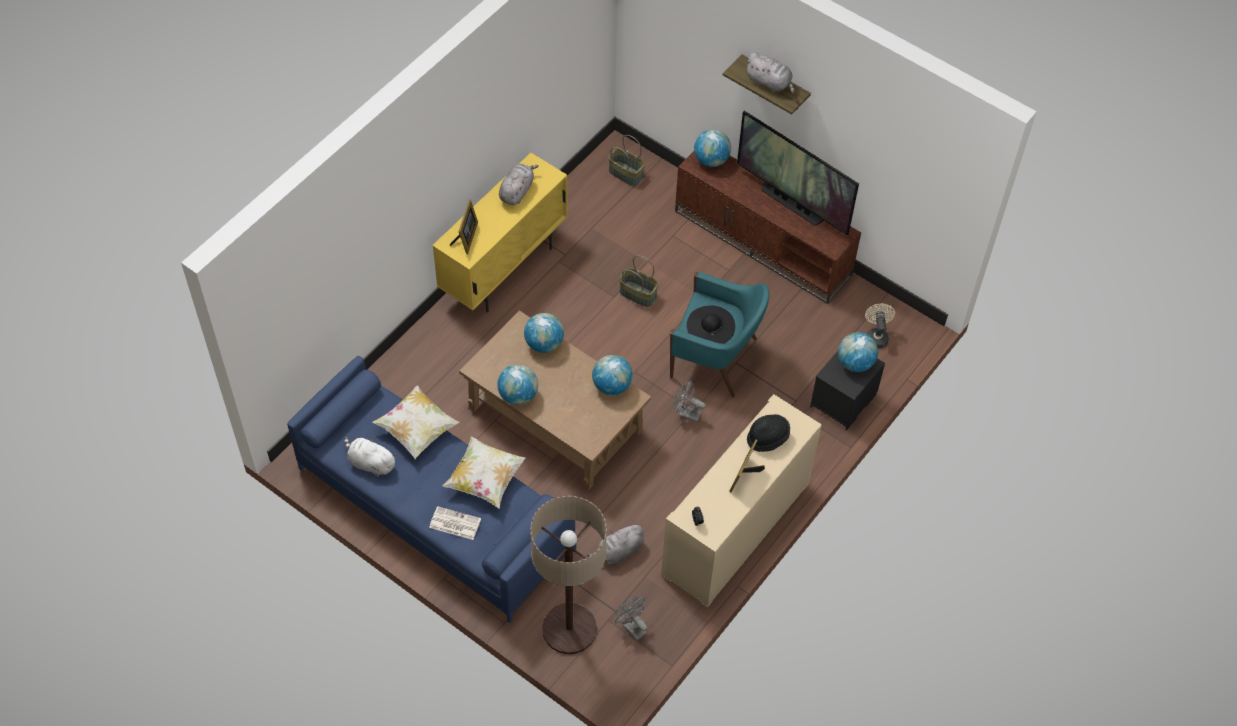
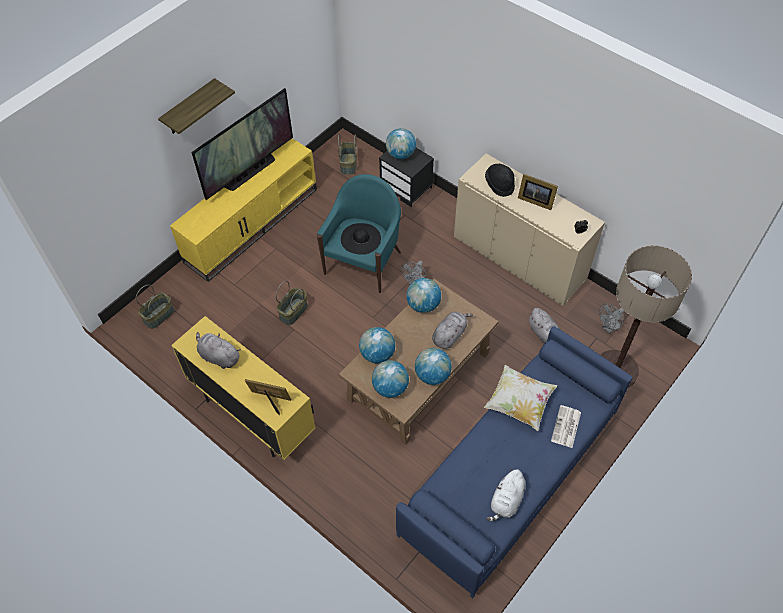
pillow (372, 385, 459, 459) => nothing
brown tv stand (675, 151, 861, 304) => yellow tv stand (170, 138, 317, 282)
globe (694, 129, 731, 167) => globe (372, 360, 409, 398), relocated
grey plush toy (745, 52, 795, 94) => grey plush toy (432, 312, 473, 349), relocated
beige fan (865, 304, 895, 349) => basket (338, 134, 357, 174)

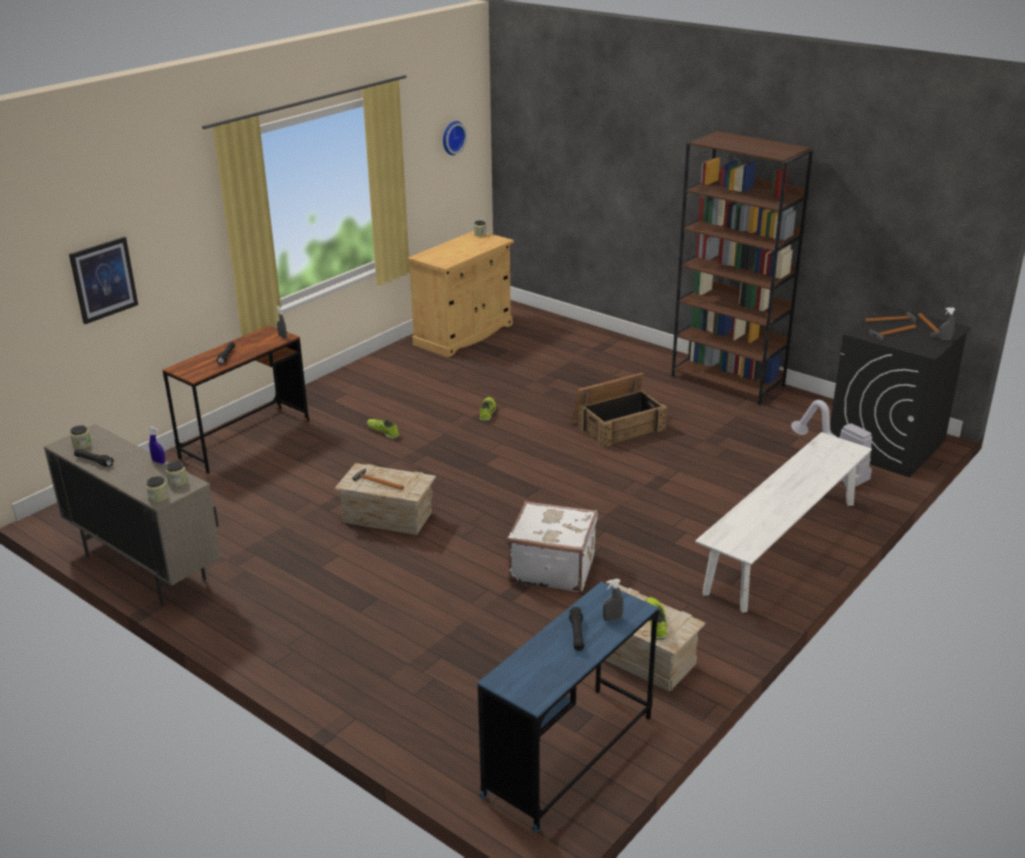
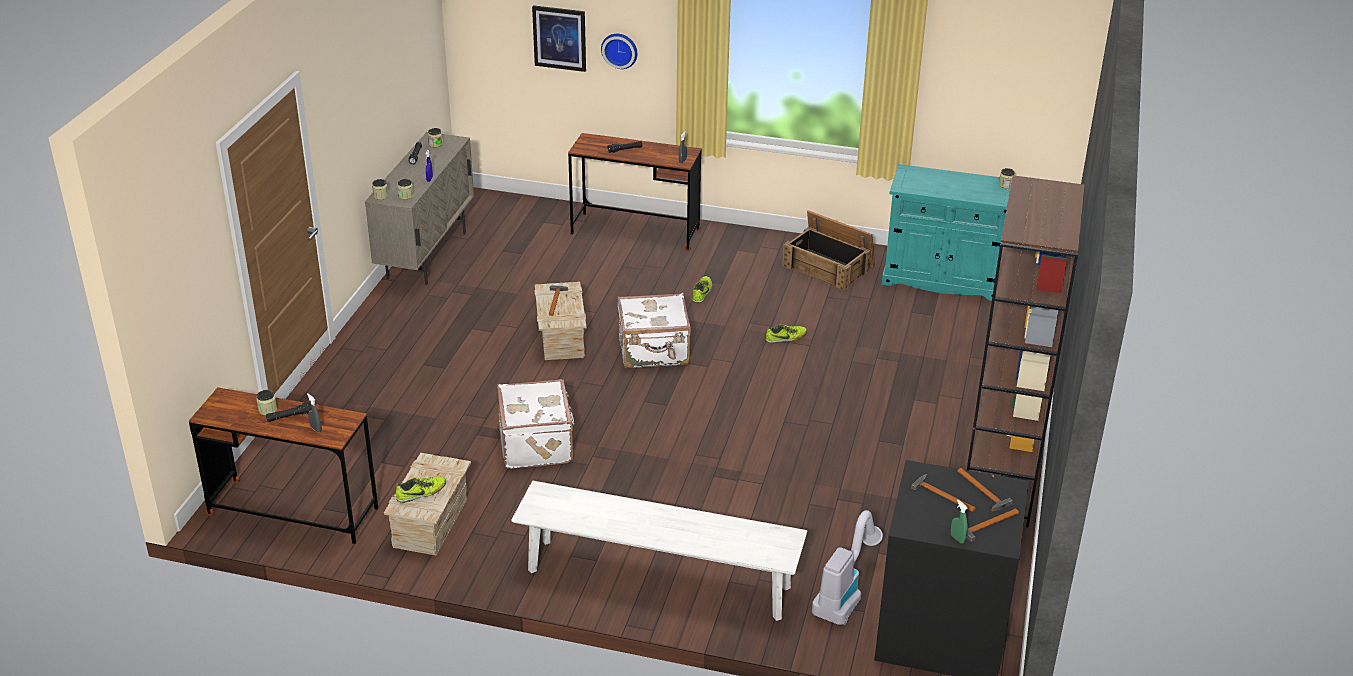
beige cabinet (407, 231, 514, 358) => turquoise cabinet (882, 164, 1010, 301)
wall clock (443, 121, 467, 155) => wall clock (601, 34, 637, 69), relocated
blue desk (477, 582, 658, 833) => brown desk (189, 387, 378, 544)
crate (571, 373, 667, 448) => crate (782, 210, 875, 291), relocated
grey spray bottle (939, 307, 955, 340) => green spray bottle (951, 500, 968, 544)
nothing => jar (256, 390, 277, 415)
nothing => white suitcase (617, 293, 691, 368)

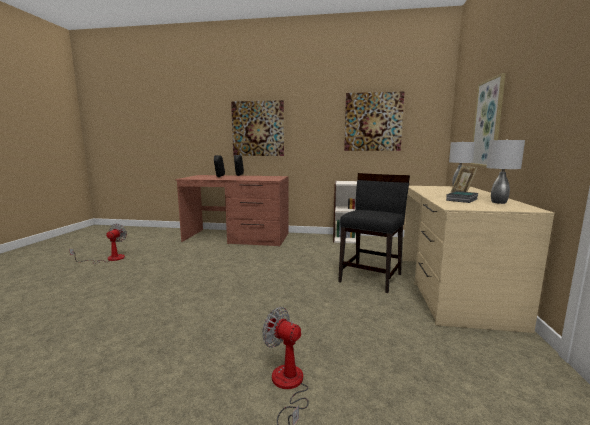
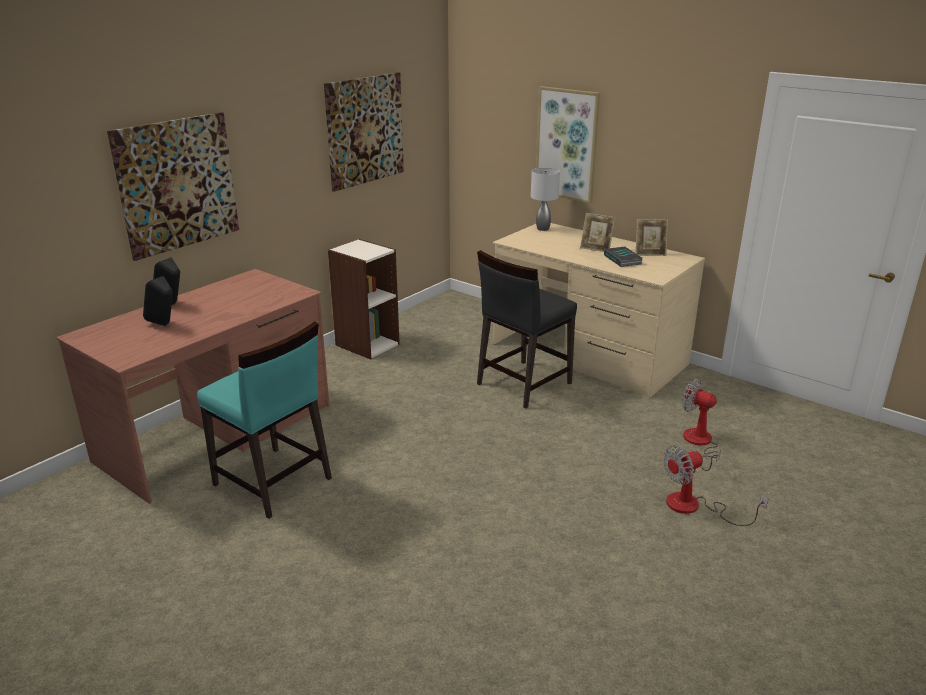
fan (69, 223, 127, 264) => fan (682, 379, 721, 471), relocated
black chair (338, 173, 410, 293) => black chair (477, 250, 577, 408), 105 degrees counterclockwise
grey table lamp (486, 139, 525, 204) => picture frame (636, 219, 668, 256)
nothing => turquoise chair (197, 322, 332, 519)

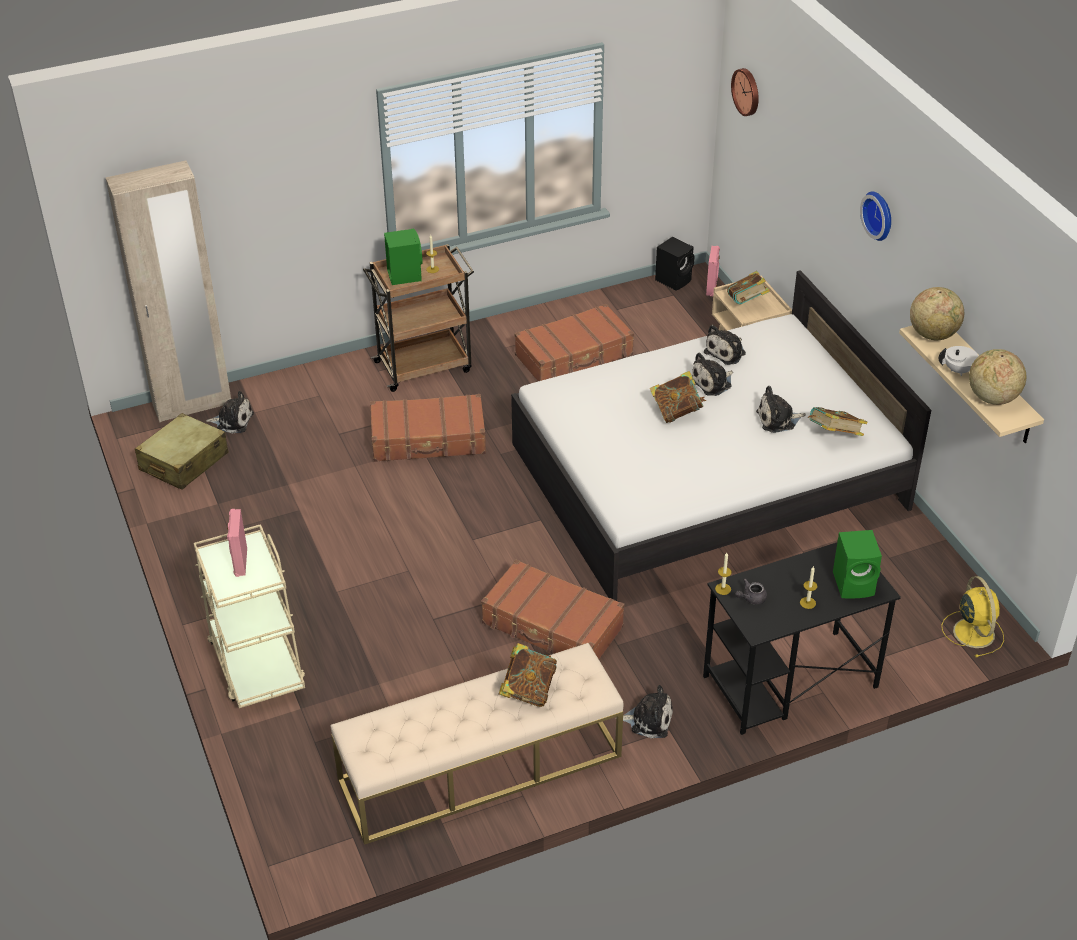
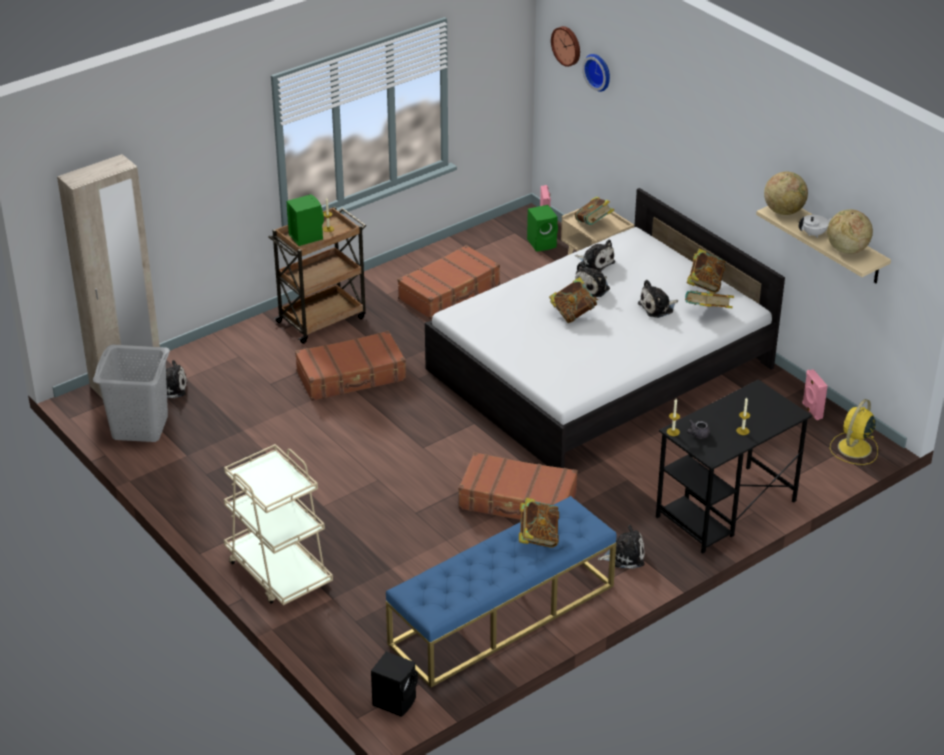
beige suitcase (135, 413, 228, 490) => grey laundry basket (93, 345, 170, 442)
pink speaker (227, 509, 247, 577) => pink speaker (802, 369, 828, 420), relocated
beige bench (330, 643, 624, 845) => blue bench (386, 496, 617, 687)
black speaker (655, 237, 695, 290) => black speaker (371, 651, 418, 717), relocated
plush toy (704, 325, 746, 365) => plush toy (575, 240, 615, 272), 75 degrees counterclockwise
green speaker (833, 530, 882, 599) => green speaker (527, 205, 558, 252), relocated
wall clock (860, 192, 891, 241) => wall clock (582, 54, 610, 92), relocated
yellow fan (941, 576, 1004, 658) => yellow fan (830, 399, 878, 465), 120 degrees counterclockwise
nothing => book (687, 249, 726, 293)

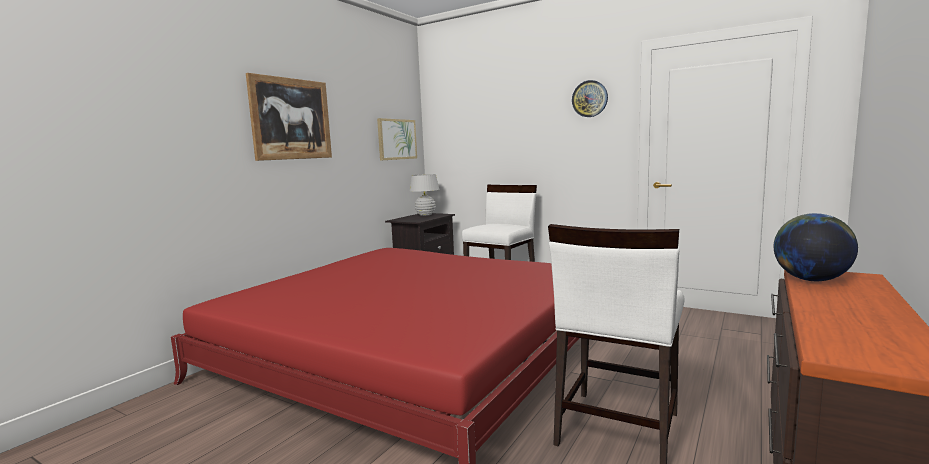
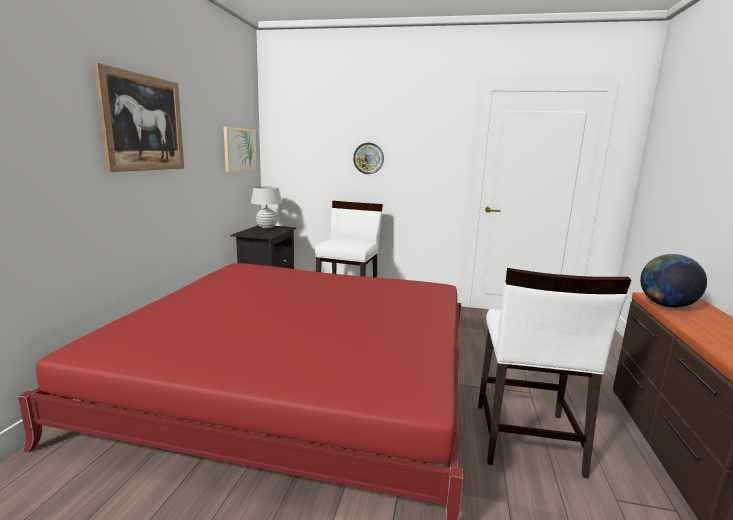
wall clock (572, 80, 608, 117) => wall clock (353, 143, 384, 174), relocated

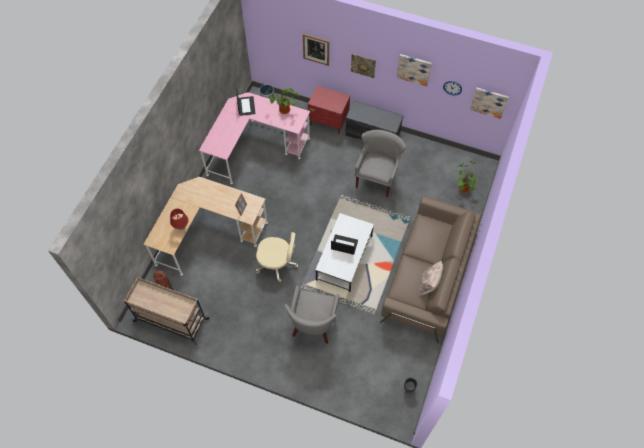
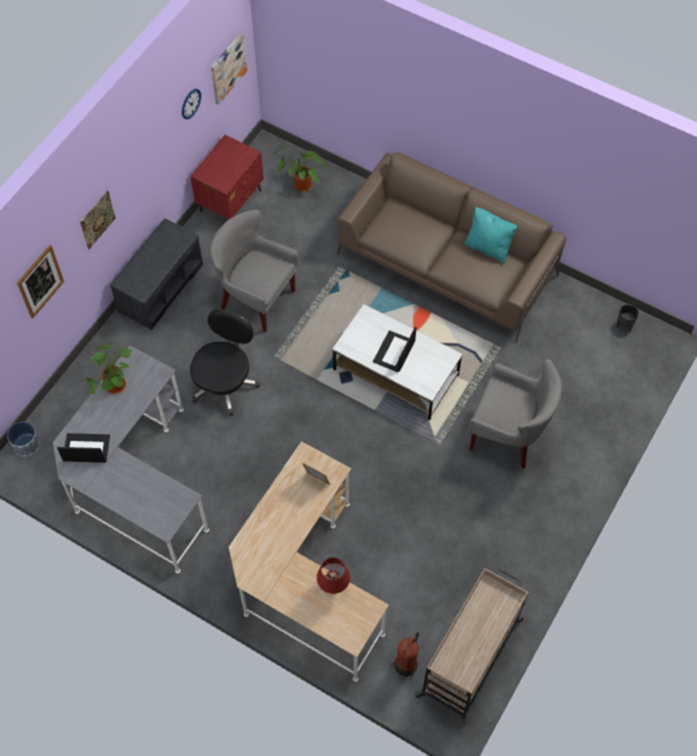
pink desk (199, 92, 310, 184) => grey desk (53, 345, 209, 573)
beige office chair (256, 232, 298, 283) => nothing
red nightstand (308, 86, 350, 134) => red nightstand (190, 135, 264, 220), relocated
picture (396, 54, 432, 86) => nothing
beige pillow (418, 261, 443, 295) => turquoise pillow (464, 207, 517, 264)
nothing => black office chair (190, 309, 260, 416)

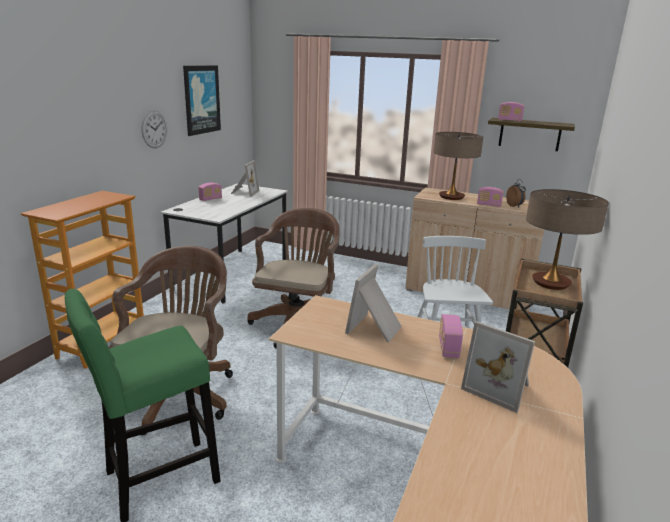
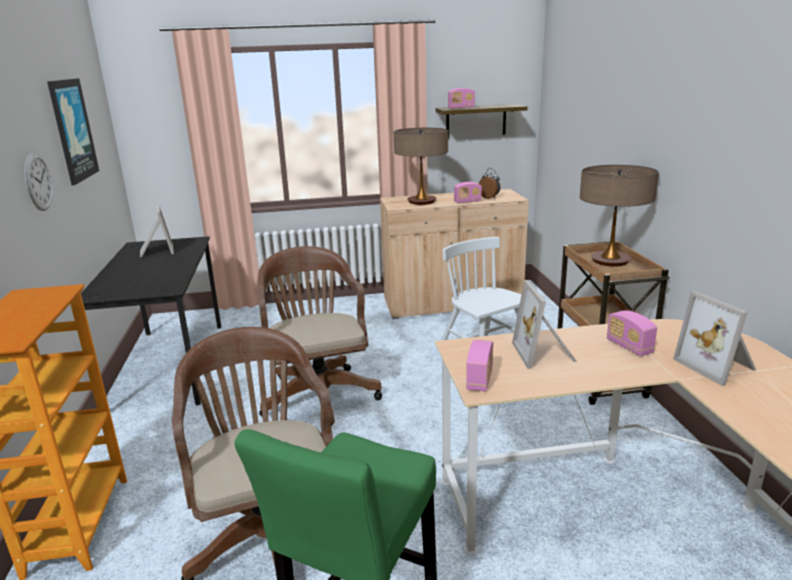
white desk (160, 184, 288, 303) => black desk (81, 236, 222, 405)
radio (198, 183, 222, 201) => radio (466, 340, 493, 391), relocated
picture frame (461, 321, 535, 413) => picture frame (673, 291, 756, 386), 60 degrees clockwise

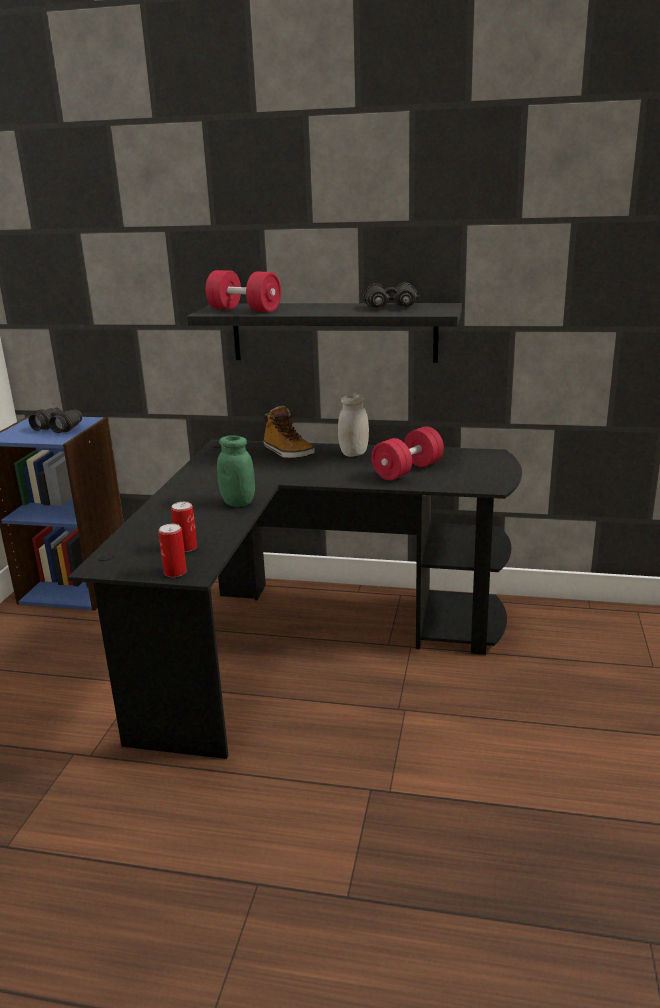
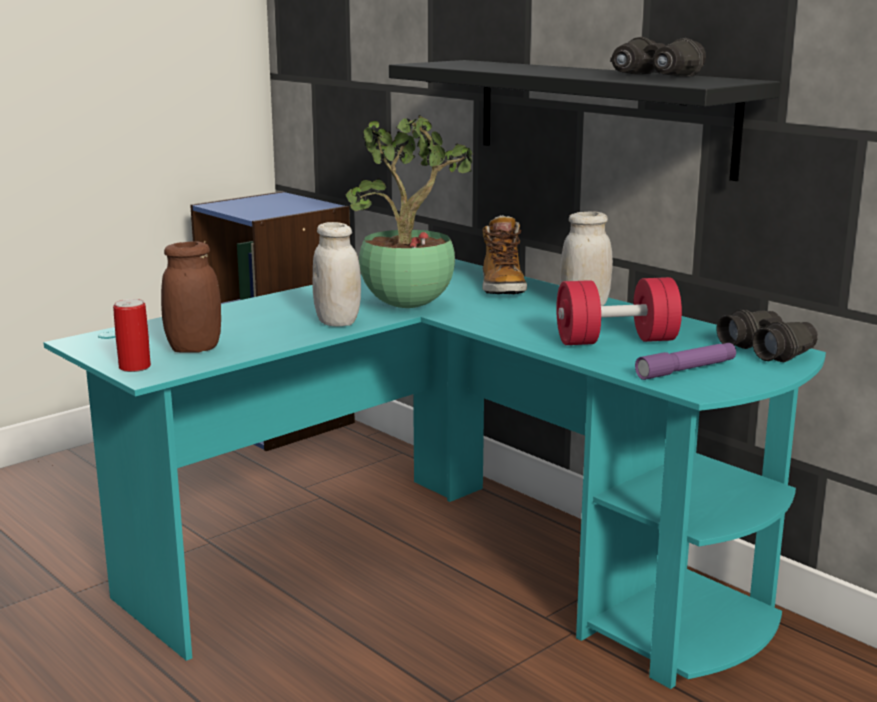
black binoculars (29, 407, 82, 433) => black binoculars (717, 310, 818, 362), relocated
black desk (68, 440, 522, 759) => turquoise desk (43, 259, 826, 689)
can (171, 502, 197, 552) => brown jar (161, 241, 221, 353)
red dumbbell (206, 270, 281, 312) => nothing
green jar (217, 435, 255, 507) => white jar (313, 222, 361, 327)
nothing => potted plant (345, 115, 472, 308)
nothing => purple flashlight (635, 343, 736, 380)

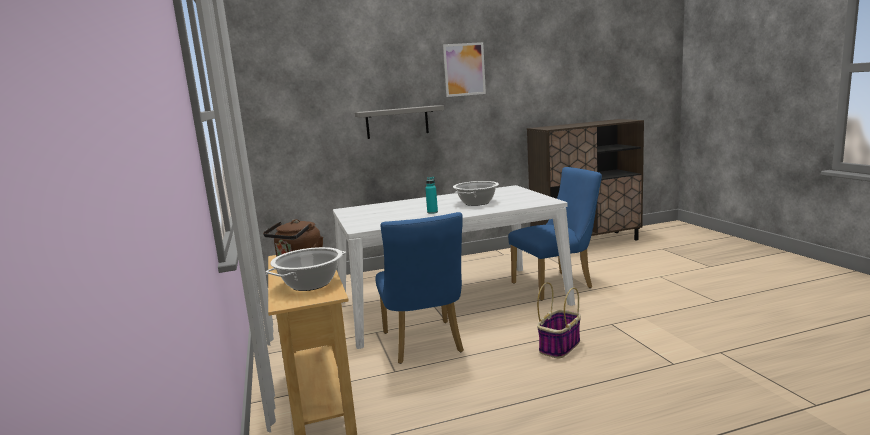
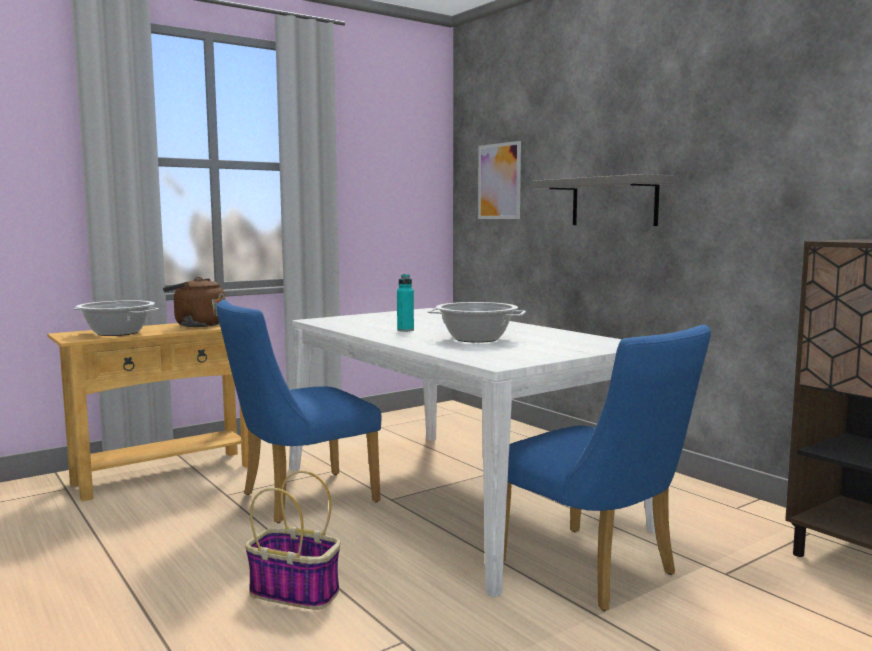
picture (443, 42, 486, 97) => picture (478, 141, 521, 219), relocated

